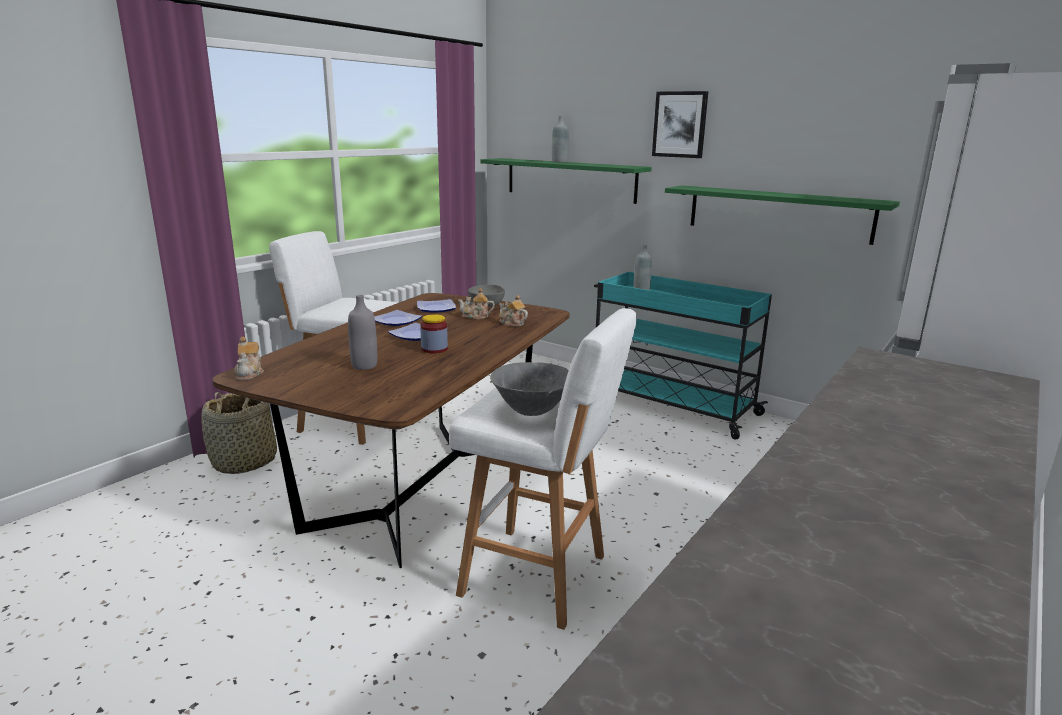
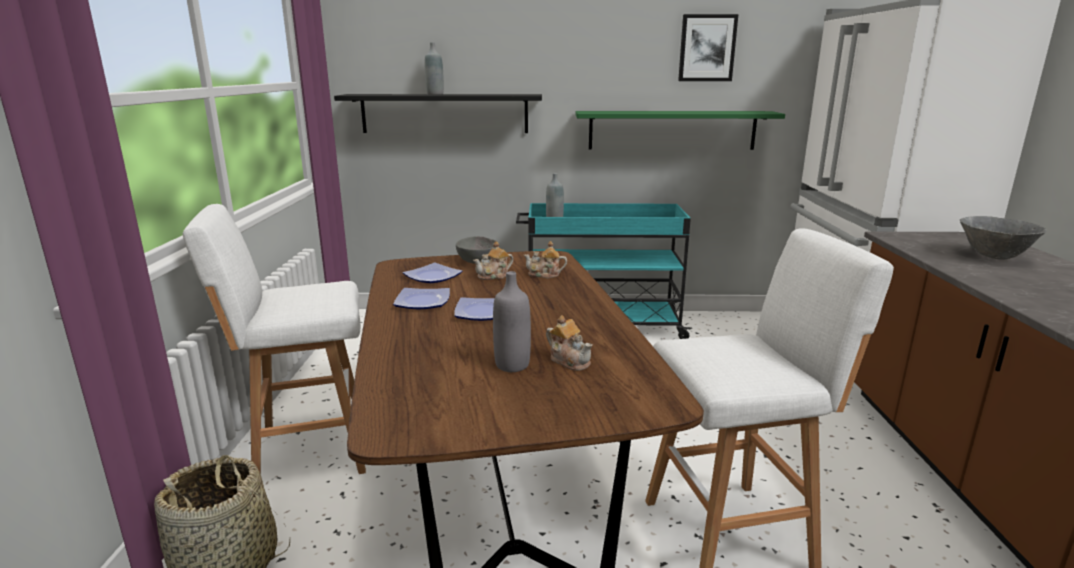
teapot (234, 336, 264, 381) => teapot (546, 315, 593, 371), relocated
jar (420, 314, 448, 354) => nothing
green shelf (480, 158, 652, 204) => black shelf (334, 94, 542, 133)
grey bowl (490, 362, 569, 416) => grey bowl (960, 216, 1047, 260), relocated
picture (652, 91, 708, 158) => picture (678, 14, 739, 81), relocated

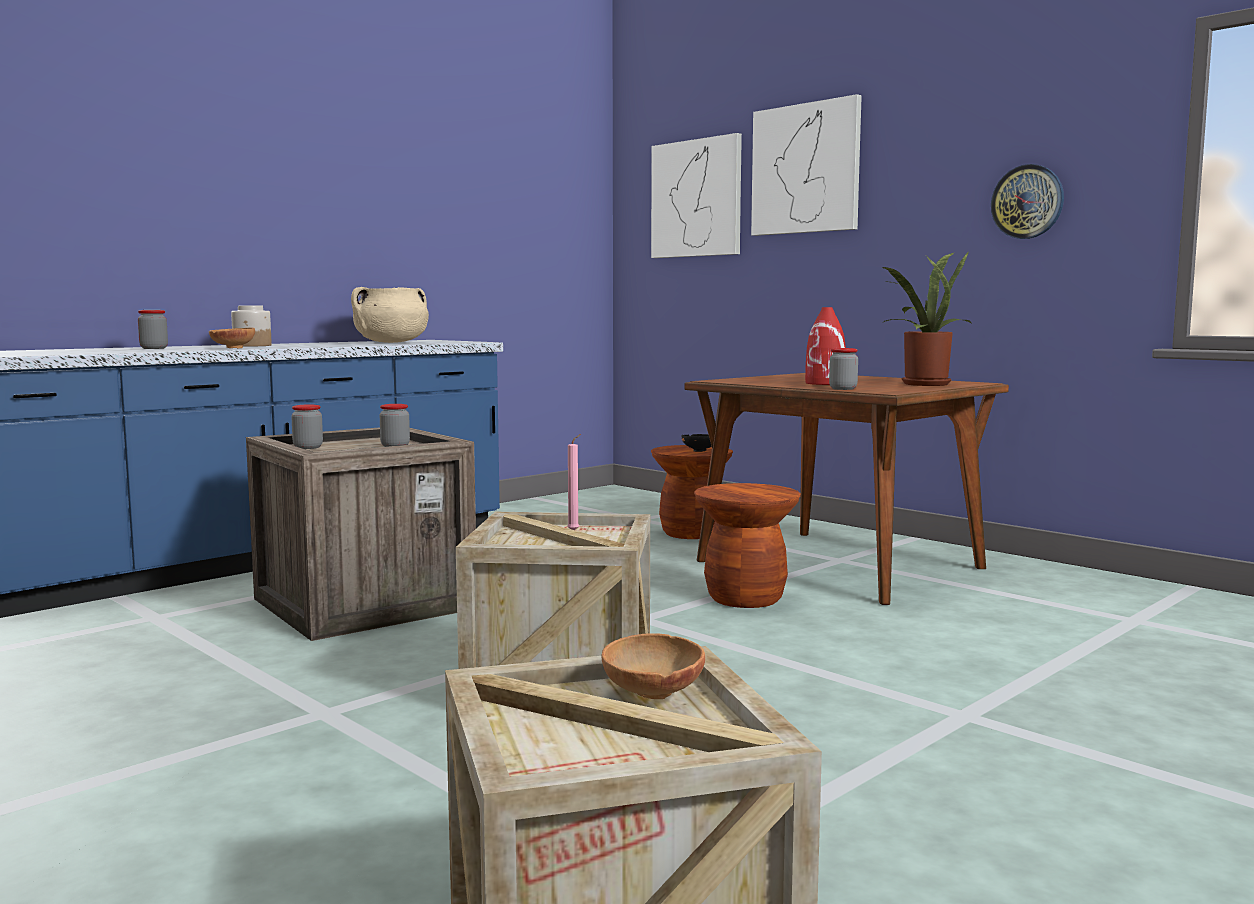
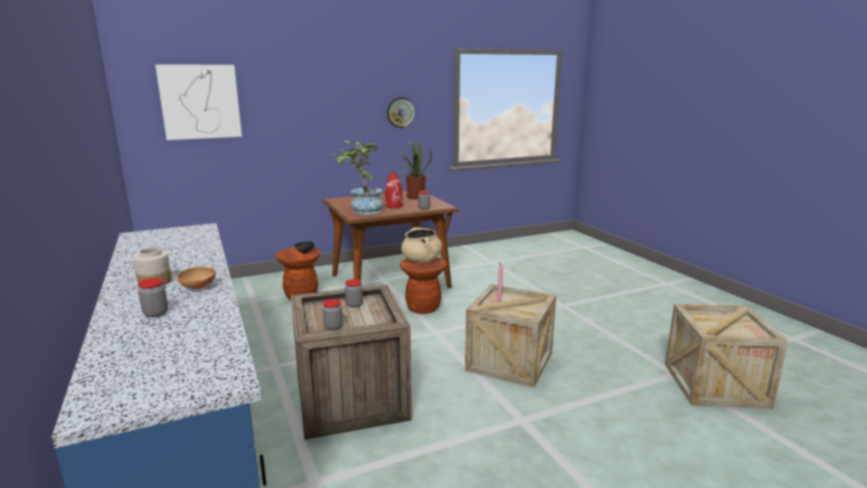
beige cooking pot (351, 287, 429, 343) => beige cooking pot (401, 227, 442, 263), relocated
brown bowl (601, 633, 705, 699) => nothing
picture (751, 94, 862, 236) => nothing
nothing => potted plant (332, 140, 383, 215)

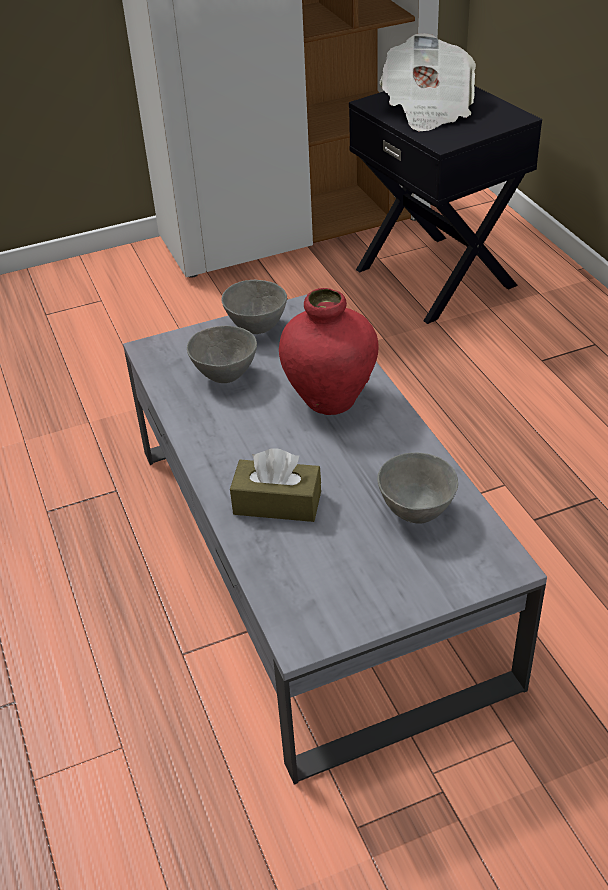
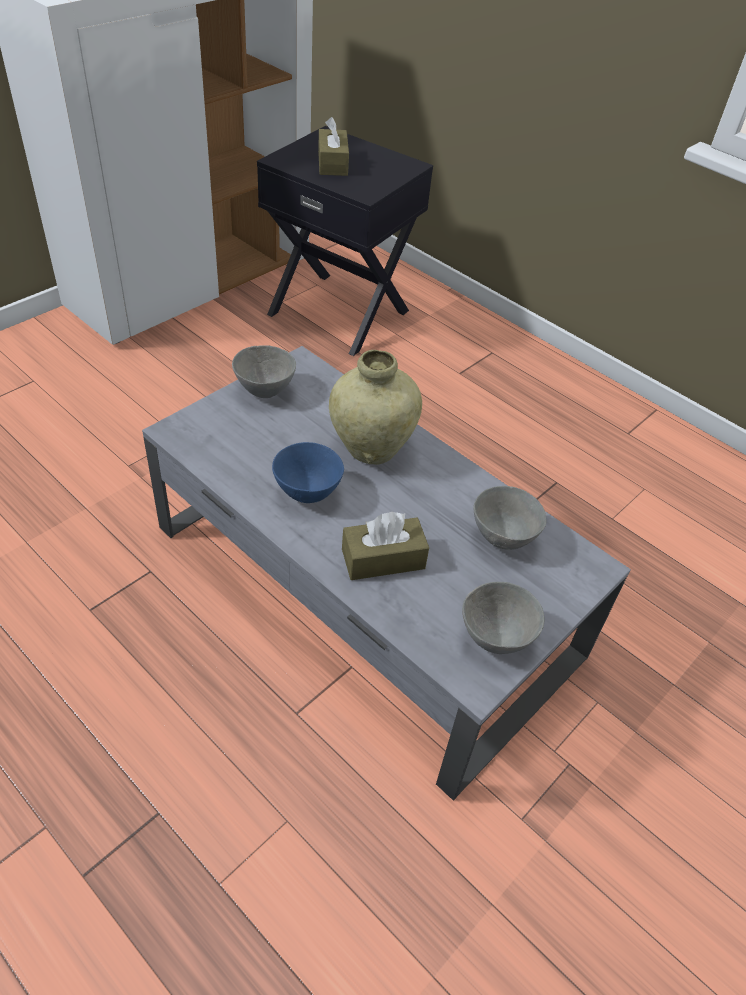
grey bowl (187, 326, 257, 383) => grey bowl (462, 582, 545, 654), relocated
red vase (279, 288, 379, 415) => beige vase (329, 350, 422, 465)
newspaper (380, 33, 476, 132) => brown tissue box (318, 117, 349, 176)
nothing => blue bowl (272, 442, 344, 503)

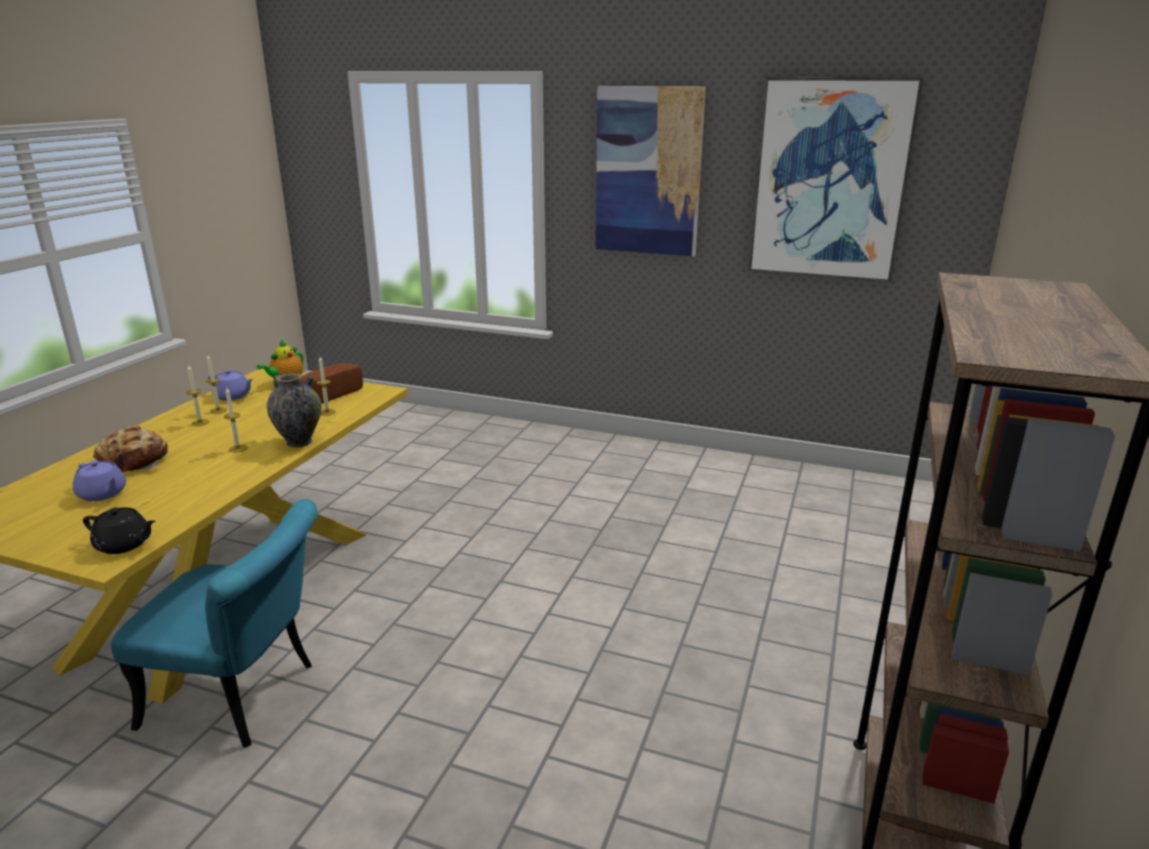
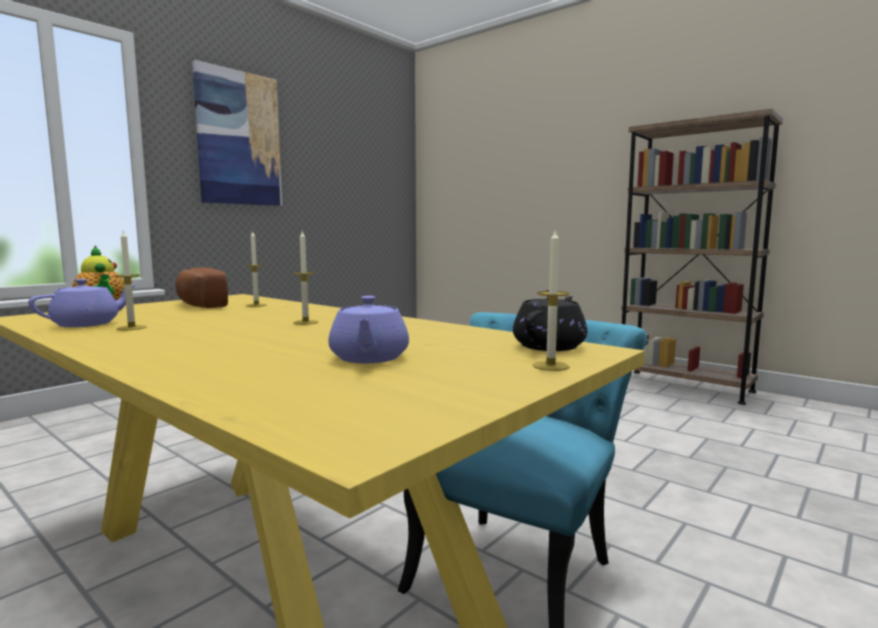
purple teapot (73, 460, 126, 501) => purple teapot (328, 296, 409, 363), 120 degrees clockwise
bread (93, 425, 169, 472) => nothing
candle (186, 365, 209, 426) => candle (532, 228, 569, 371), relocated
vase (267, 373, 321, 447) => nothing
picture (748, 77, 924, 283) => nothing

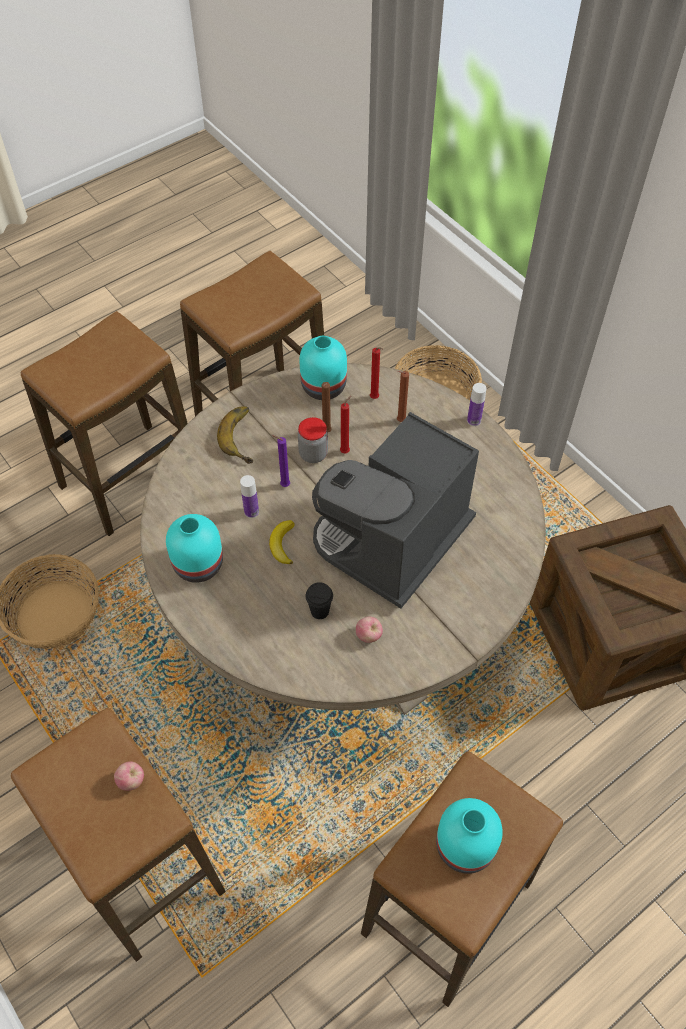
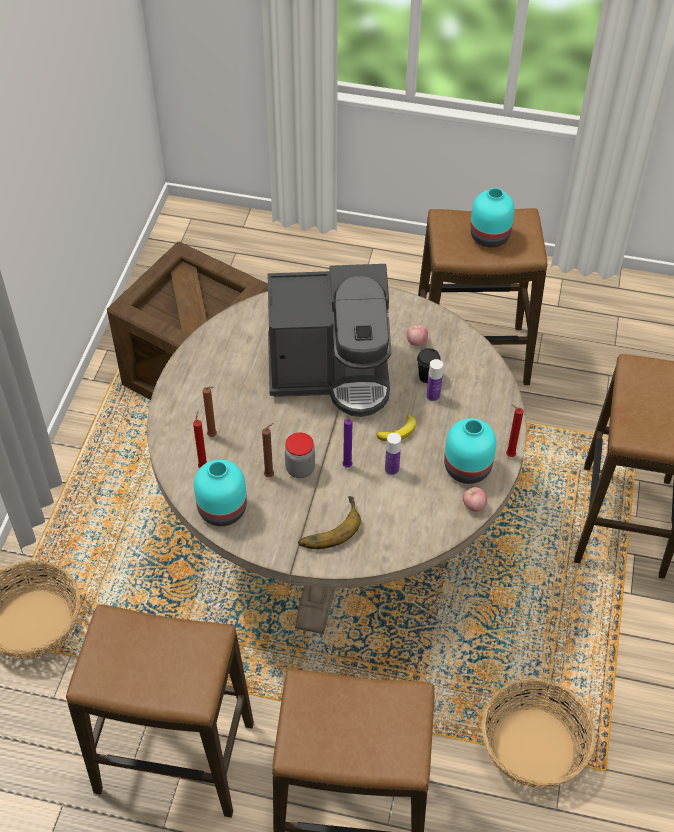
apple (114, 761, 144, 791) => apple (463, 487, 487, 512), relocated
red candle (340, 396, 351, 453) => red candle (506, 405, 524, 457), relocated
bottle (467, 383, 487, 426) => bottle (426, 359, 443, 402), relocated

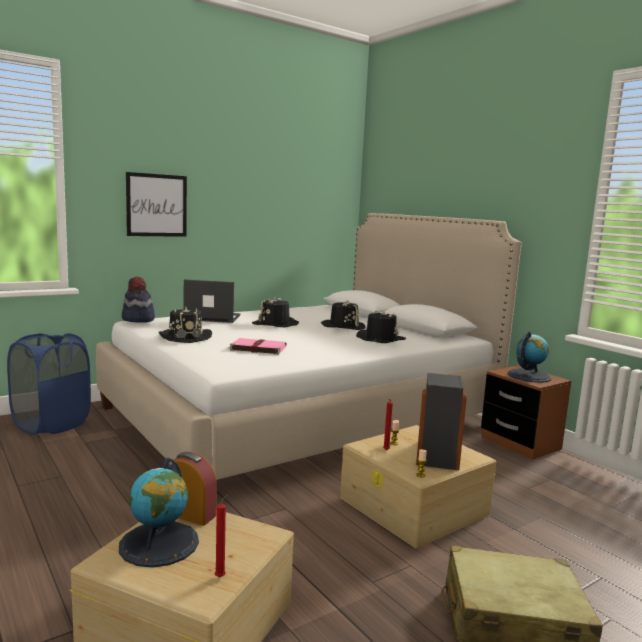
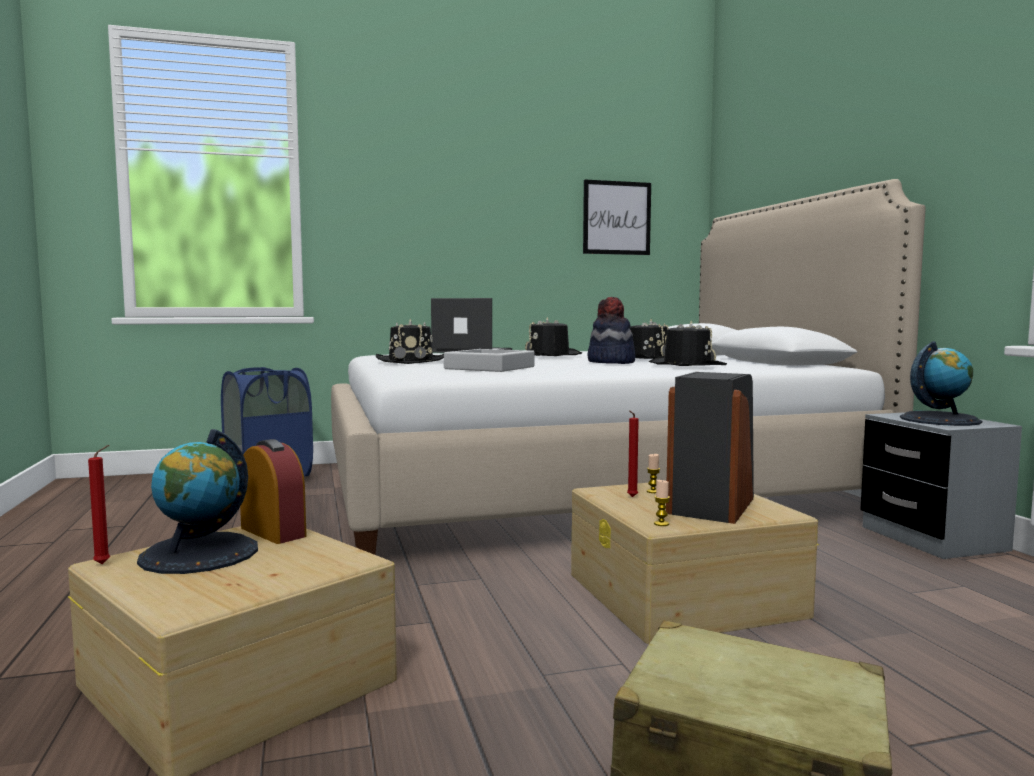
hat (122, 277, 155, 323) => hat (588, 297, 635, 364), relocated
picture (126, 172, 187, 237) => picture (583, 180, 651, 255), relocated
red candle (215, 494, 228, 577) => red candle (88, 445, 110, 564), relocated
pink book (228, 338, 287, 355) => grey tray (444, 349, 535, 372)
brown nightstand (481, 365, 571, 460) => grey nightstand (860, 412, 1022, 559)

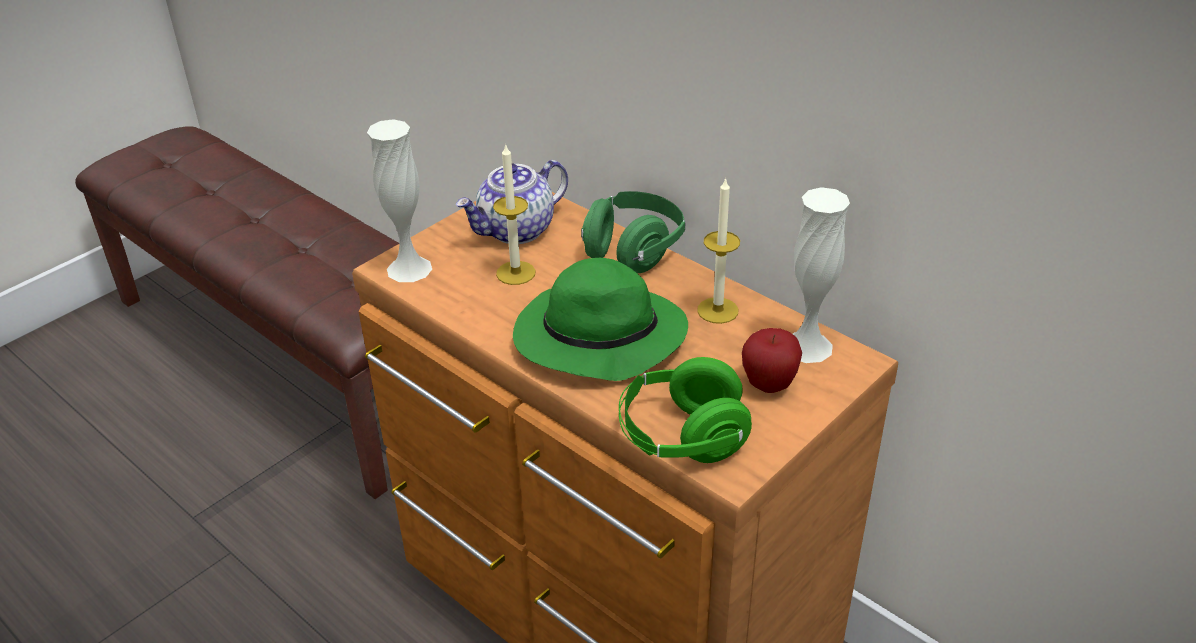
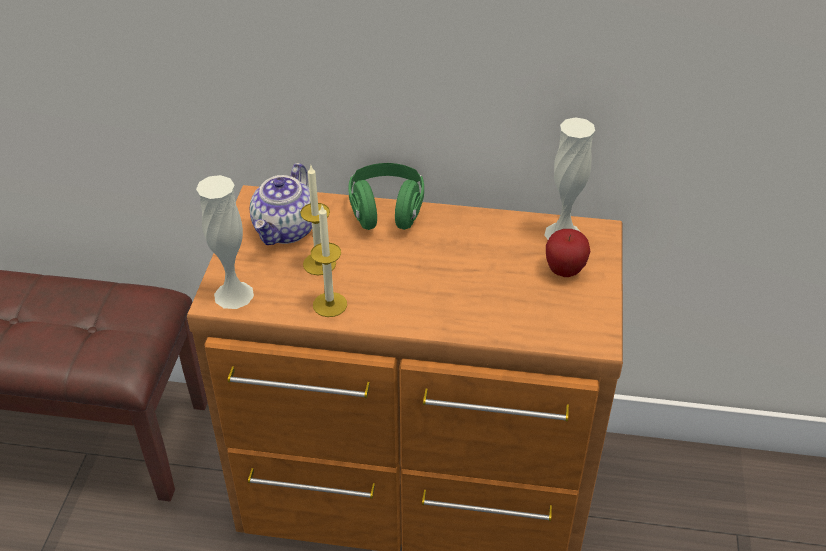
green hat (513, 258, 688, 381) => nothing
green headphones (619, 357, 752, 463) => nothing
candle (697, 177, 740, 324) => candle (311, 206, 347, 317), relocated

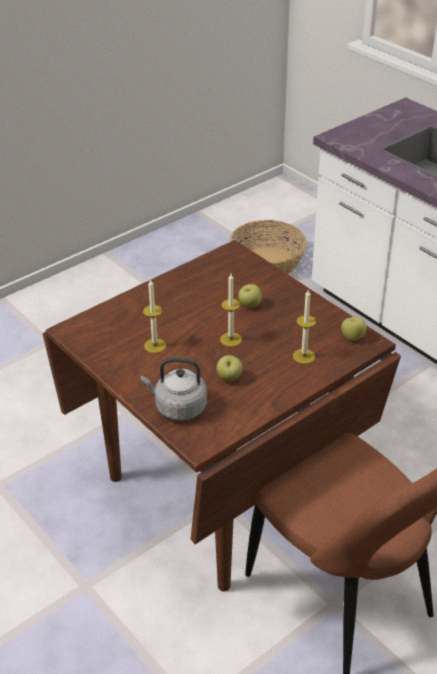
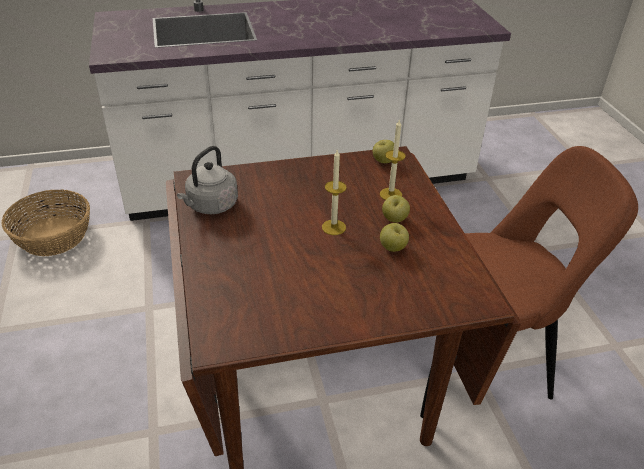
grey kettle (141, 358, 207, 421) => grey kettle (177, 146, 238, 214), relocated
candle (143, 279, 166, 353) => nothing
apple (238, 284, 262, 308) => apple (382, 195, 410, 222), relocated

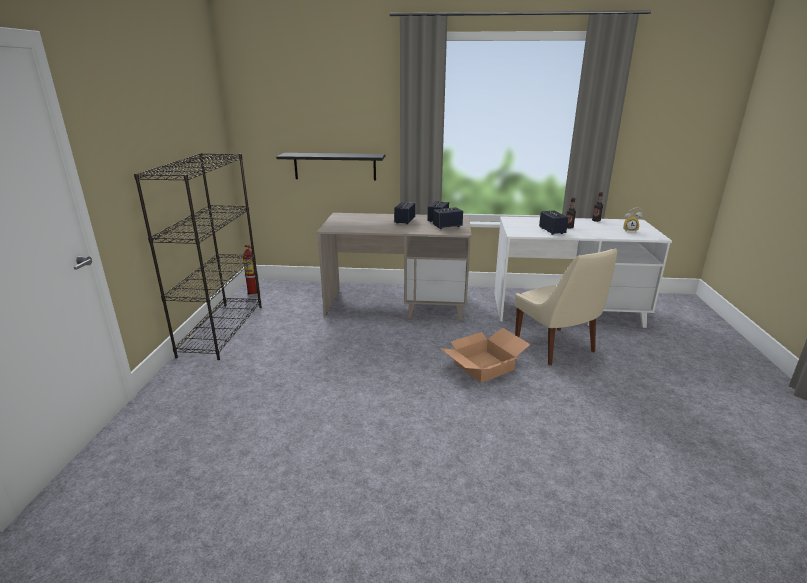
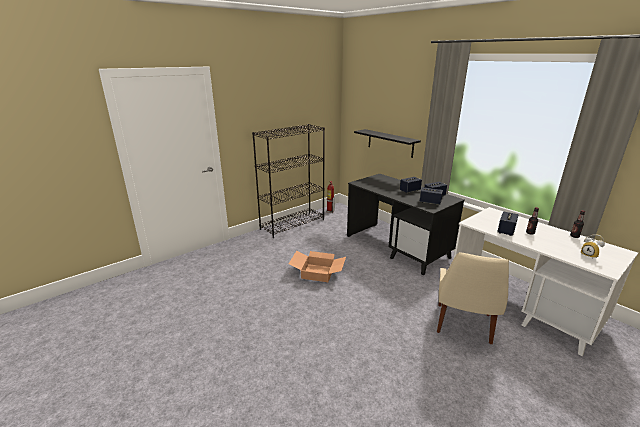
beige desk (317, 213, 472, 321) => black desk (347, 174, 465, 275)
cardboard box (440, 328, 531, 383) => cardboard box (289, 251, 346, 282), relocated

